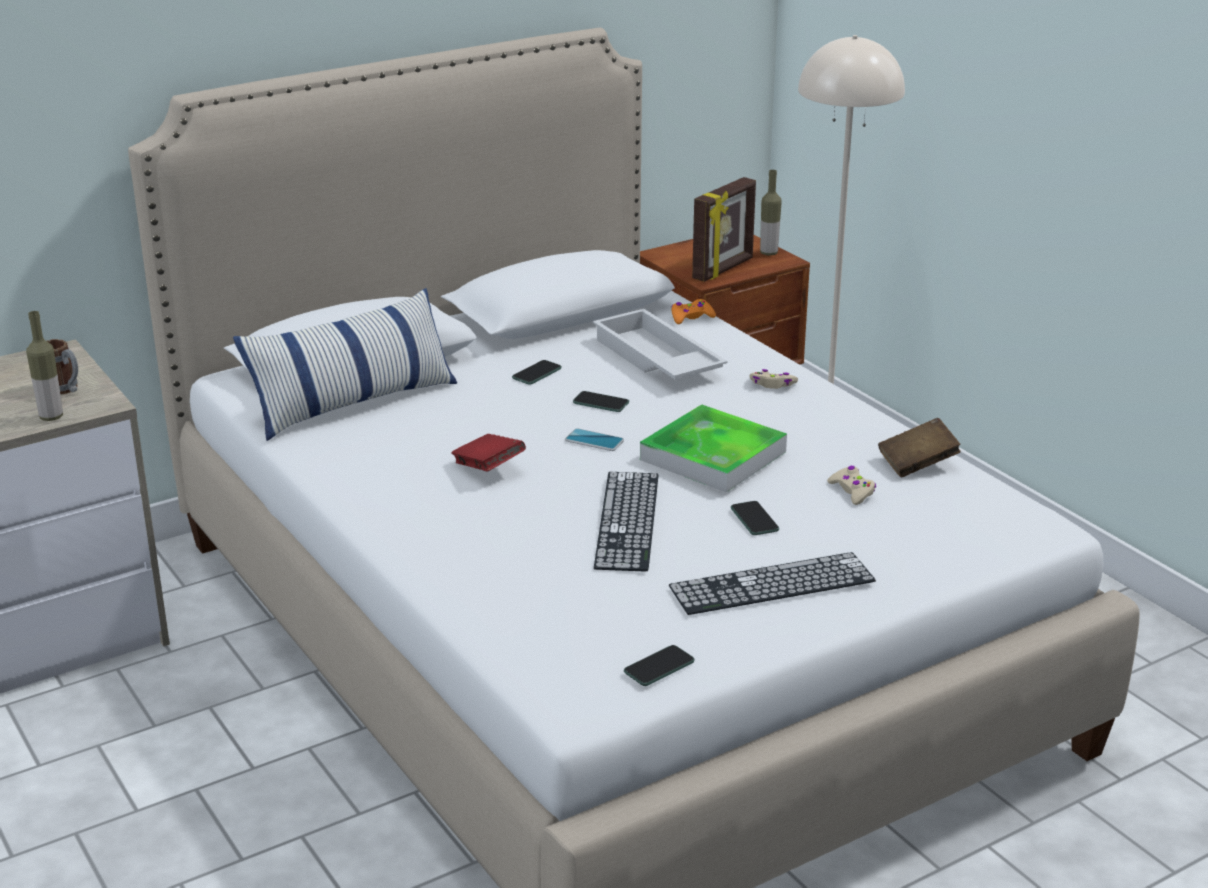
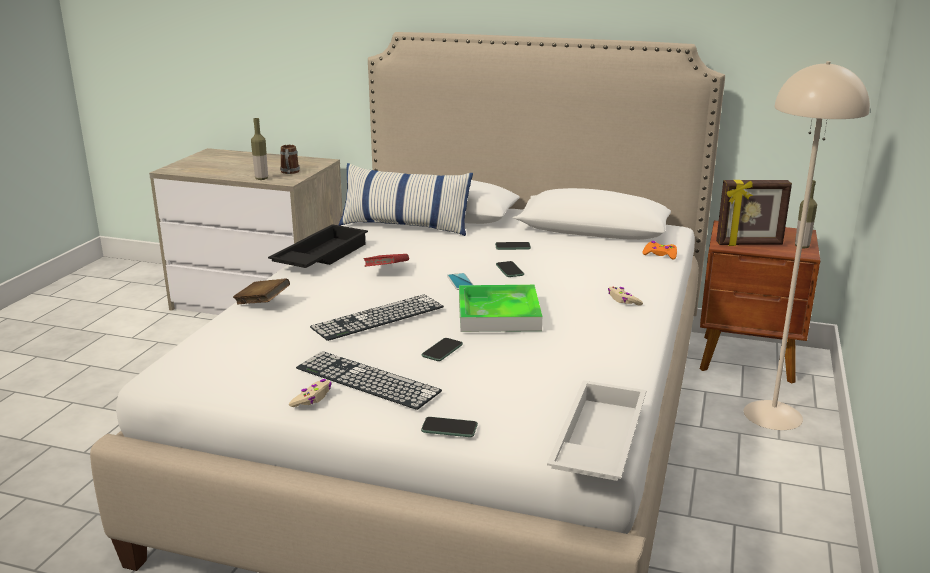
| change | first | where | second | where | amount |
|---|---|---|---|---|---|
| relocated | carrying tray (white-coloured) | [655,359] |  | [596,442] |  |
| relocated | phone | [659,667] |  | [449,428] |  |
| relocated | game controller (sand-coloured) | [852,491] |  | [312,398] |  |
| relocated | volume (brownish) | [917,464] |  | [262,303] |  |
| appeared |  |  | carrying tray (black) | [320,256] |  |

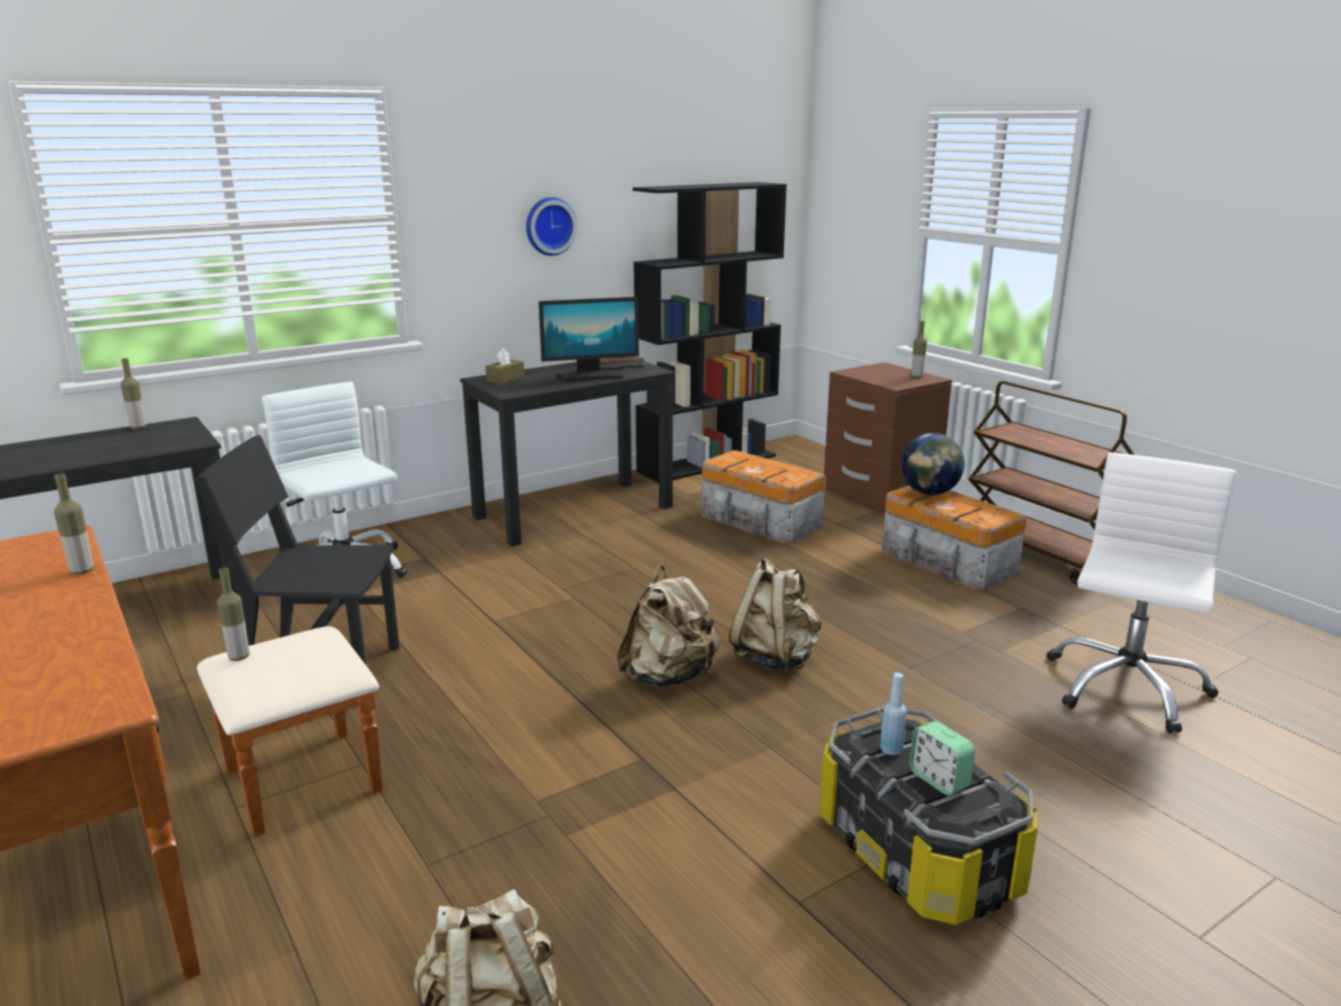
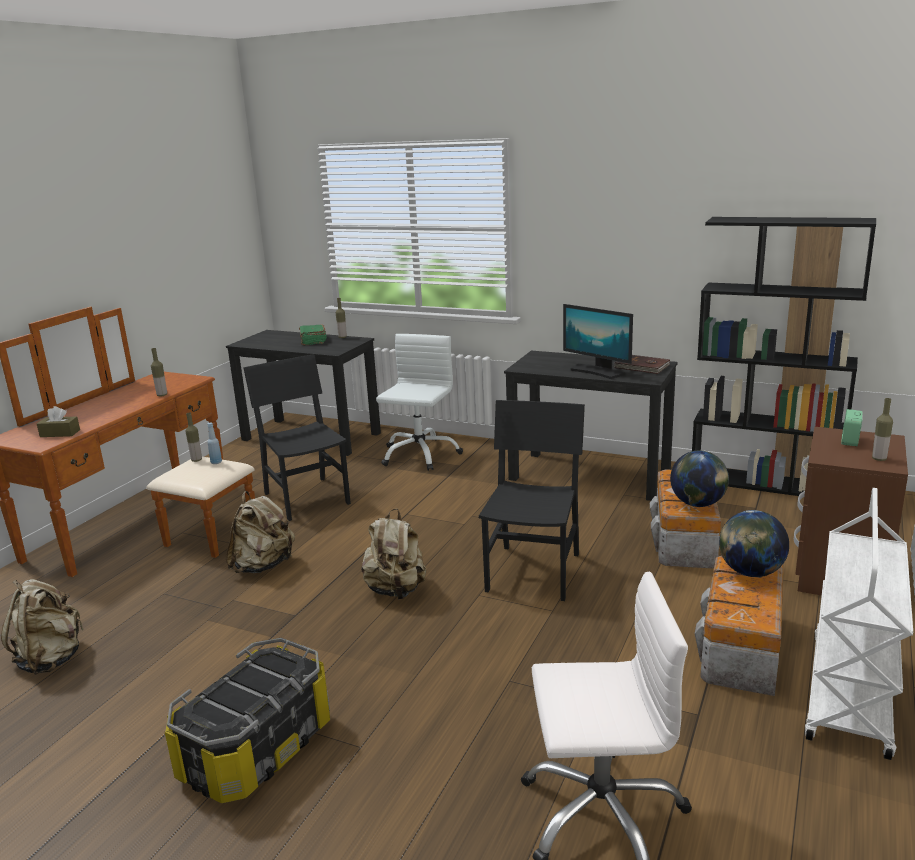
| change | first | where | second | where | amount |
|---|---|---|---|---|---|
| relocated | tissue box (brownish) | [505,379] |  | [60,433] |  |
| missing | wall clock | [549,226] |  |  |  |
| relocated | knapsack (sand-coloured) | [775,658] |  | [263,566] |  |
| relocated | beverage bottle (bluish) | [891,750] |  | [216,462] |  |
| relocated | table clock | [939,780] |  | [850,441] |  |
| colour | trolley (brownish) | [1036,553] | trolley (white-coloured) | [850,696] |  |
| appeared |  |  | volume (green) | [313,341] |  |
| appeared |  |  | plain chair (black) | [533,572] |  |
| appeared |  |  | world globe | [697,504] |  |

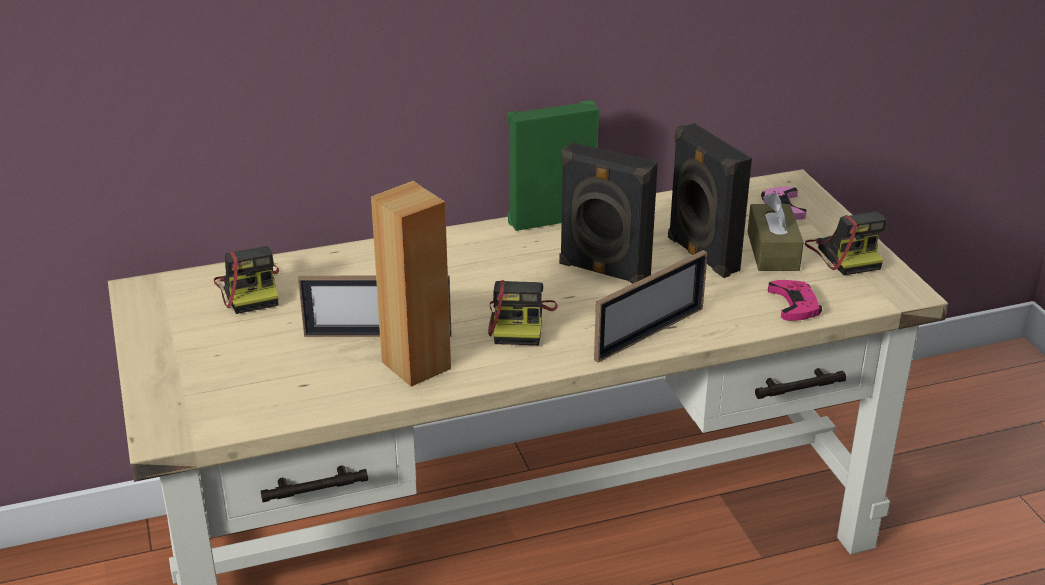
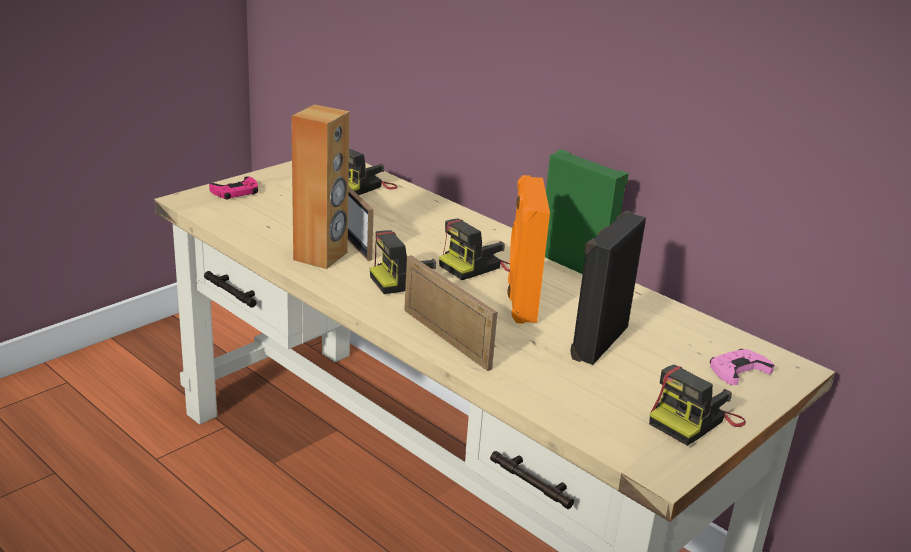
| change | first | where | second | where | amount |
|---|---|---|---|---|---|
| colour | speaker (black) | [603,271] | speaker (orange-coloured) | [520,301] |  |
| spun | photo frame | [649,333] |  | [446,338] | 150 degrees counterclockwise |
| missing | tissue box (brownish) | [772,251] |  |  |  |
| relocated | game controller (pink-coloured) | [794,305] |  | [235,192] |  |
| appeared |  |  | photo camera | [477,266] |  |

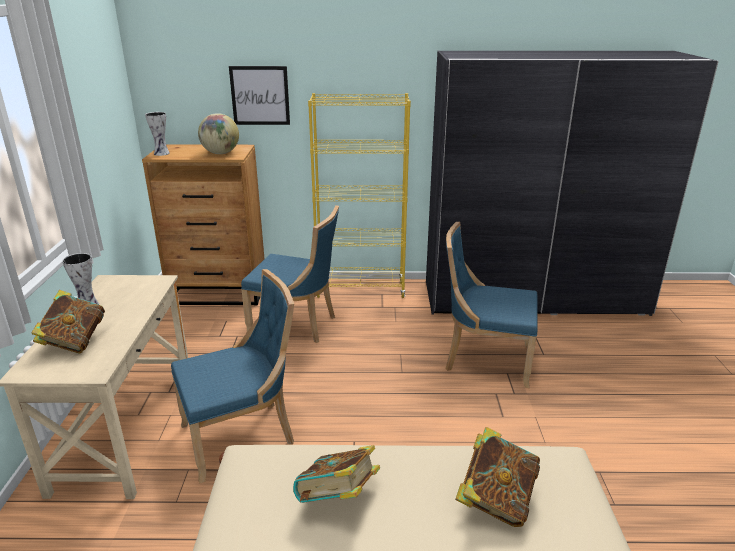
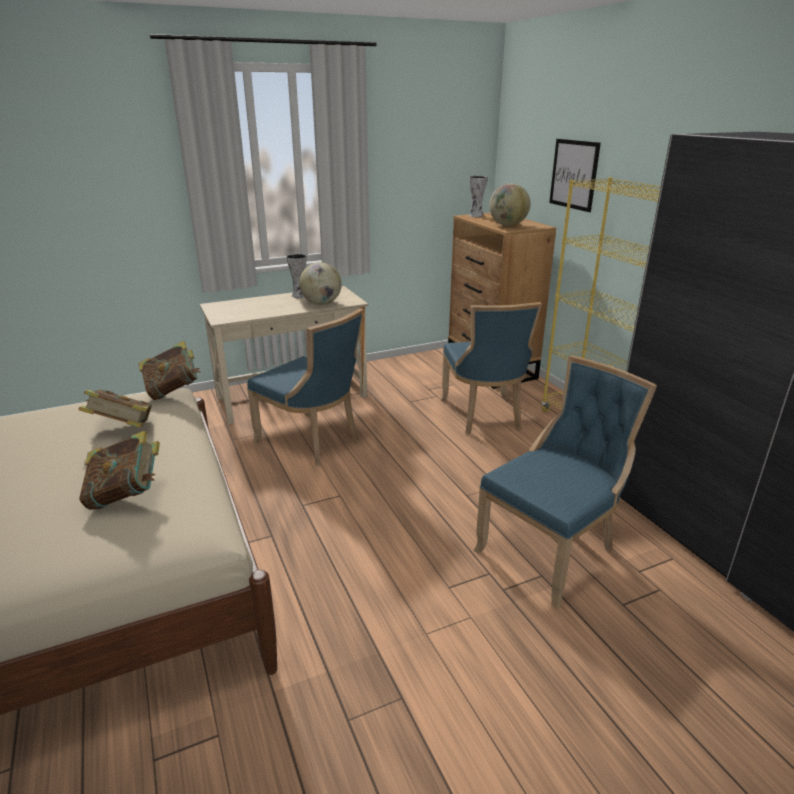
| change | first | where | second | where | amount |
|---|---|---|---|---|---|
| relocated | volume | [75,342] |  | [173,391] |  |
| spun | plain chair (bluish) | [484,359] |  | [551,550] | 60 degrees clockwise |
| appeared |  |  | world globe | [321,303] |  |

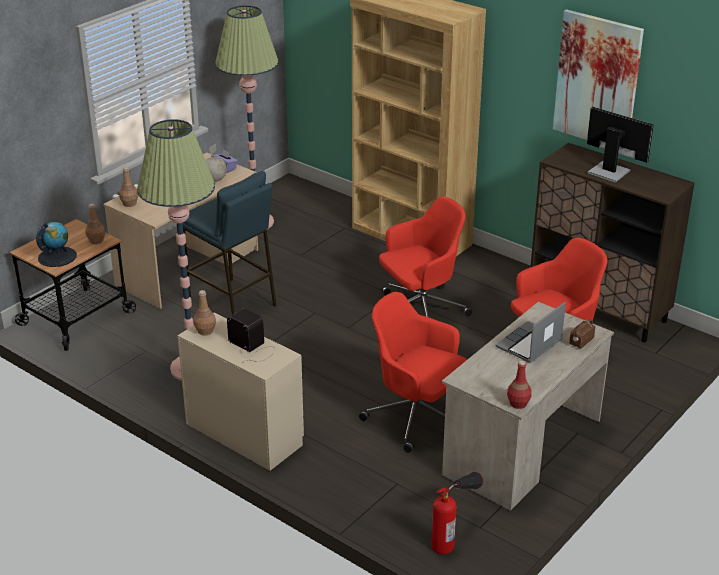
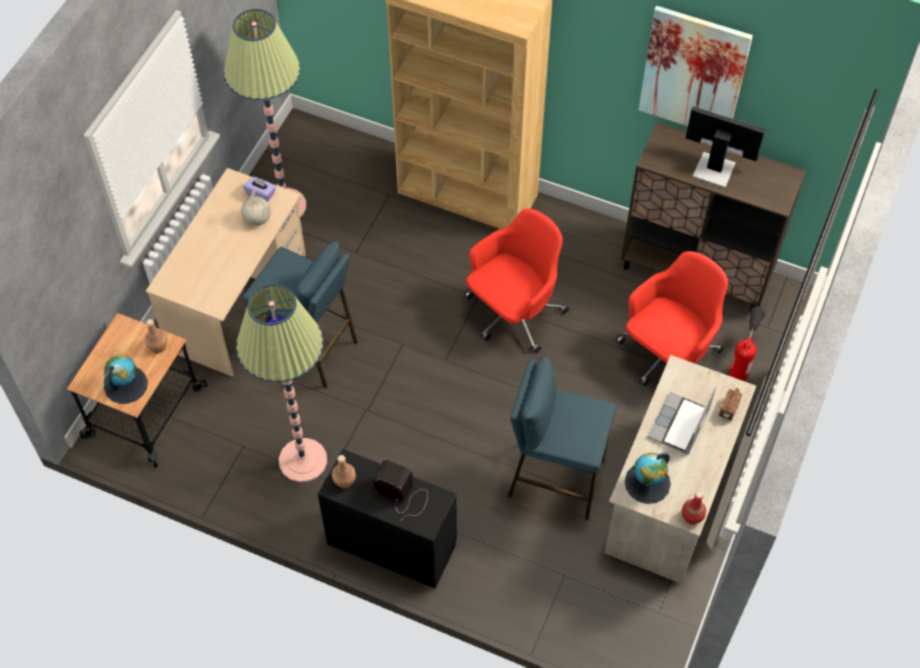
| change | first | where | second | where | amount |
|---|---|---|---|---|---|
| missing | beverage bottle (brownish) | [130,203] |  |  |  |
| colour | dresser (sand-coloured) | [244,433] | dresser (black) | [391,542] |  |
| exchanged | desk chair (red) | [415,417] | stool seat (bluish) | [555,478] |  |
| relocated | fire-fighting cylinder | [454,534] |  | [742,359] |  |
| appeared |  |  | world globe | [647,483] |  |

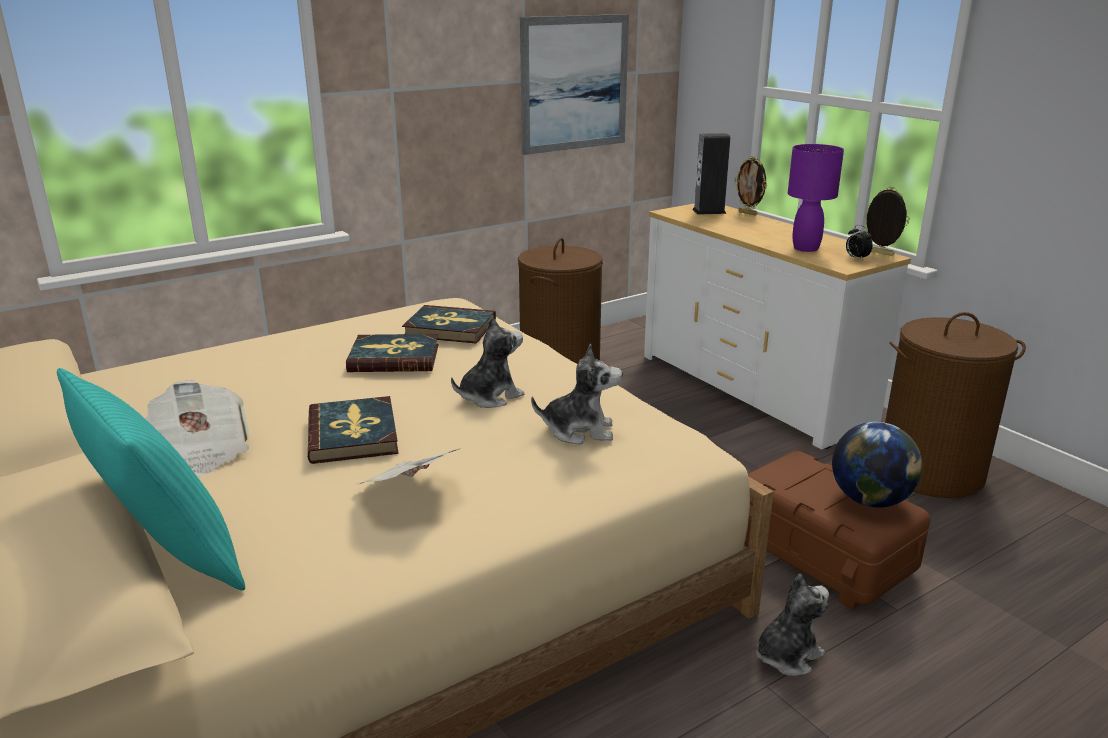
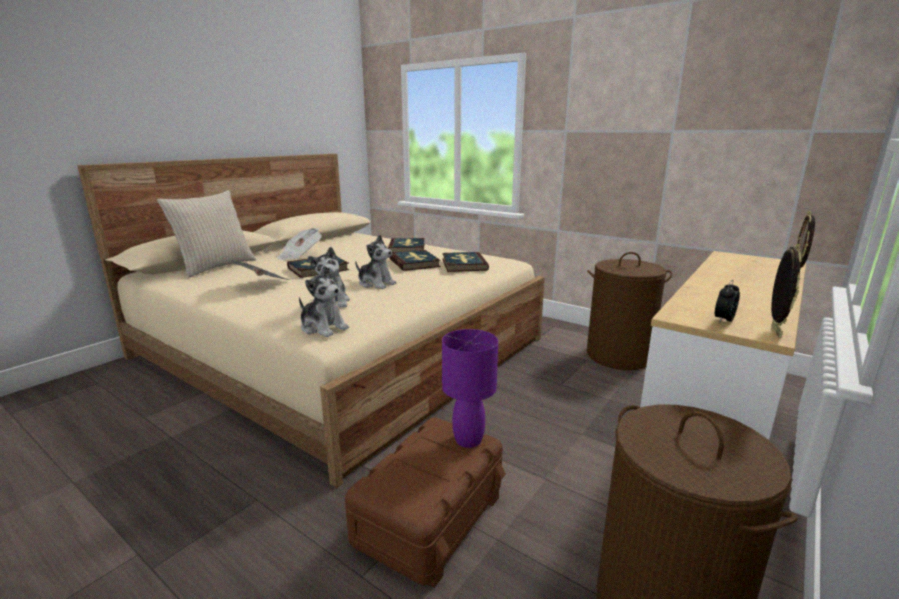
| change | first | where | second | where | amount |
|---|---|---|---|---|---|
| colour | cushion (turquoise-coloured) | [168,558] | cushion (sand-coloured) | [215,267] |  |
| missing | wall art | [574,83] |  |  |  |
| missing | speaker | [709,211] |  |  |  |
| relocated | cuddly toy | [787,655] |  | [323,328] |  |
| relocated | lamp for a table (purplish) | [805,248] |  | [467,440] |  |
| missing | world globe | [870,500] |  |  |  |
| appeared |  |  | volume | [407,248] |  |

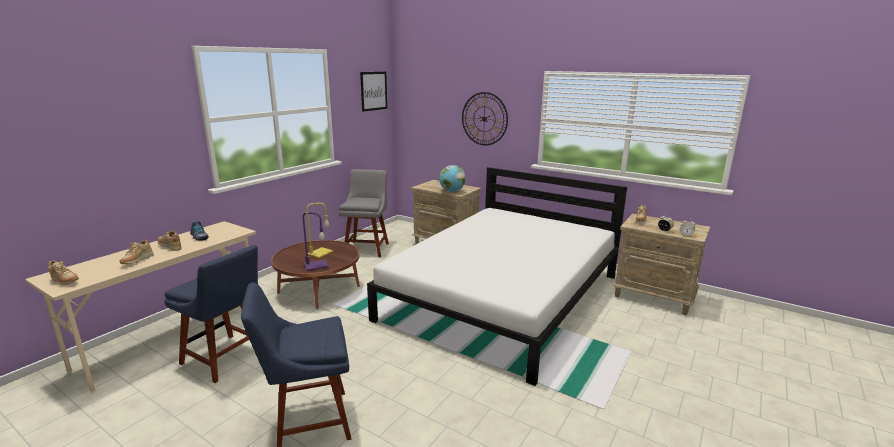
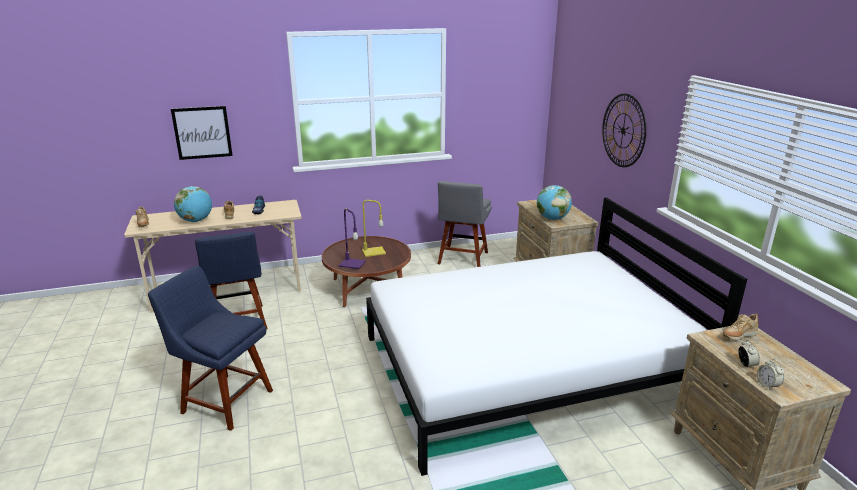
| change | first | where | second | where | amount |
|---|---|---|---|---|---|
| exchanged | item of footwear (sand-coloured) | [137,261] | world globe | [196,221] |  |
| spun | plain chair (grey) | [367,248] |  | [462,259] | 150 degrees clockwise |
| relocated | wall art | [373,91] |  | [202,132] |  |

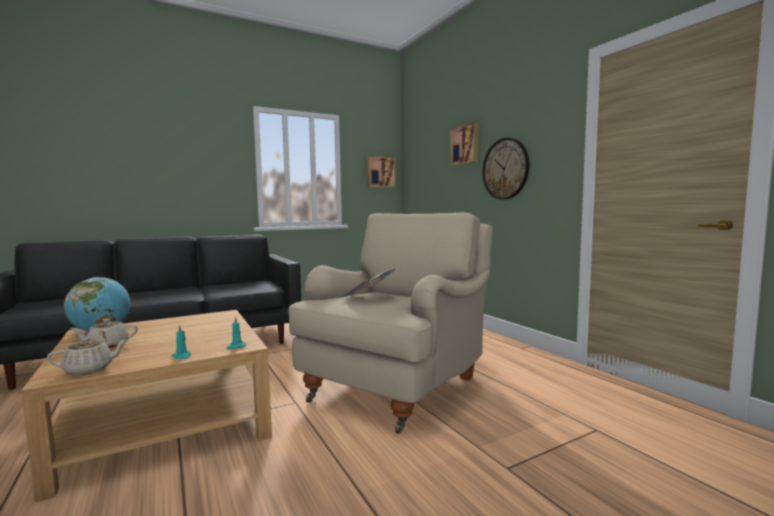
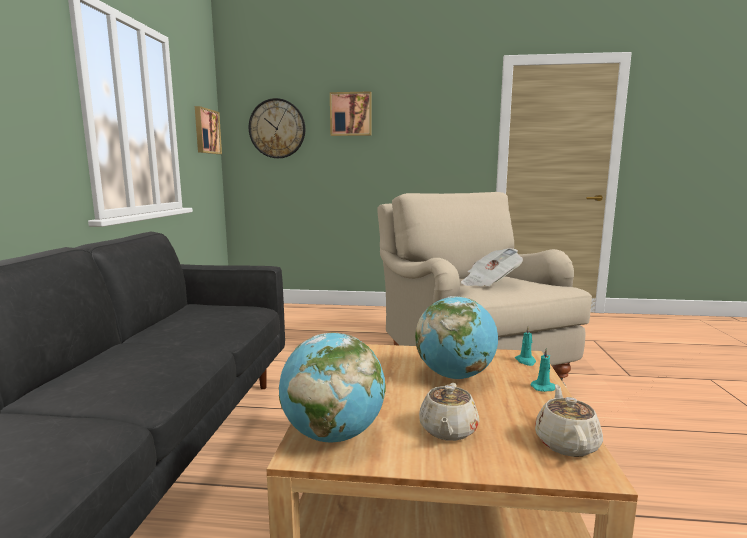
| change | first | where | second | where | amount |
|---|---|---|---|---|---|
| relocated | wall clock | [505,169] |  | [277,128] |  |
| appeared |  |  | world globe | [455,375] |  |

